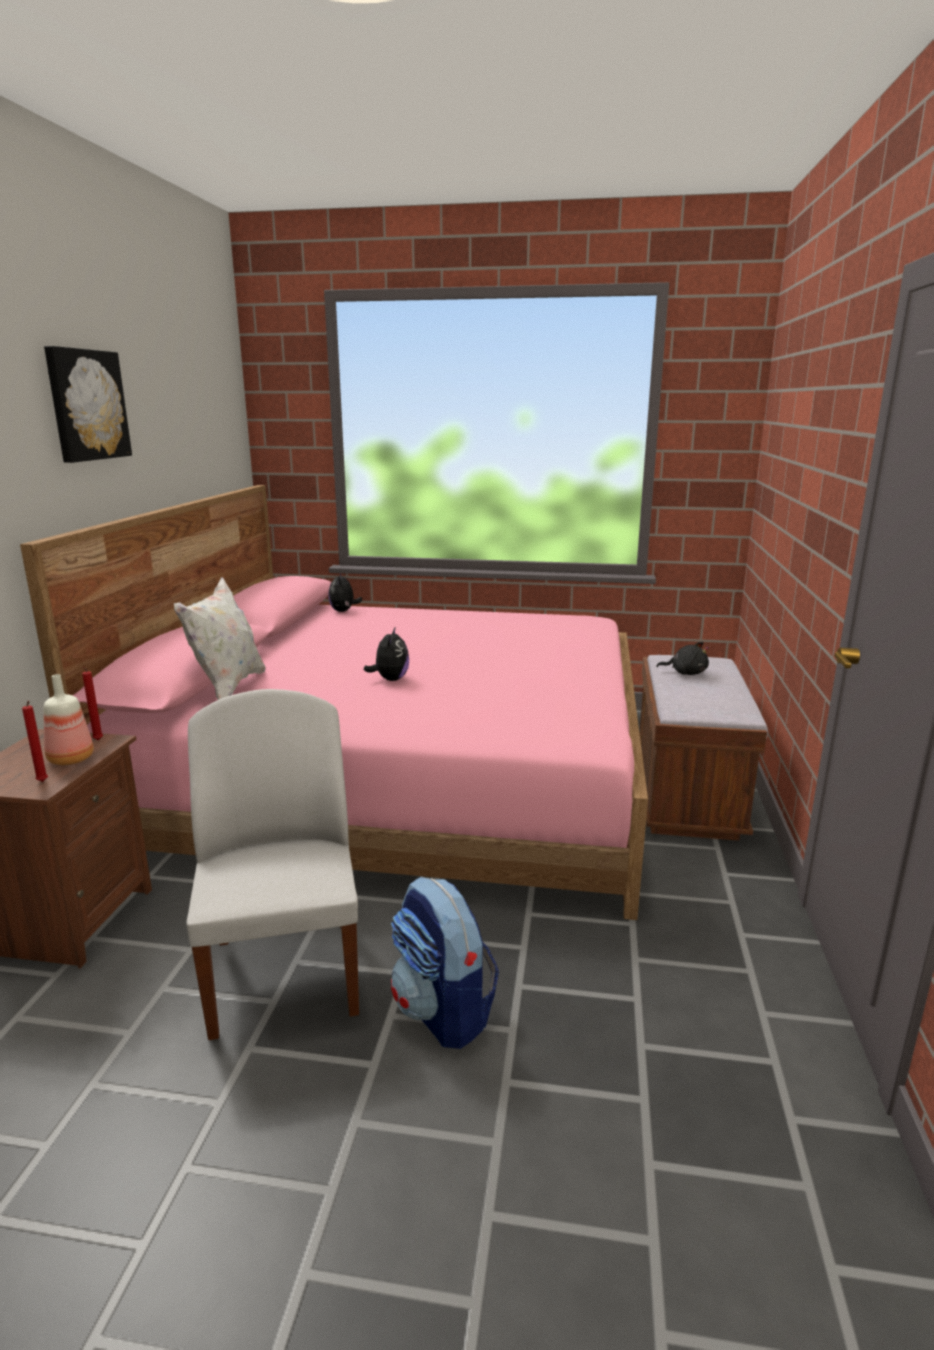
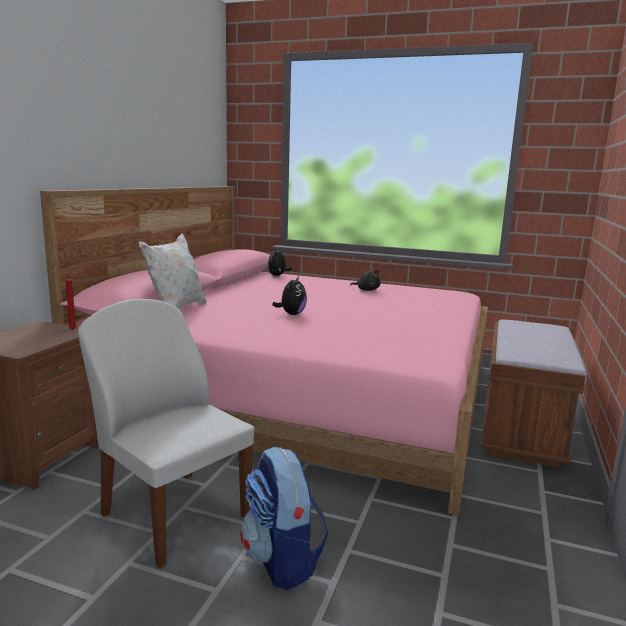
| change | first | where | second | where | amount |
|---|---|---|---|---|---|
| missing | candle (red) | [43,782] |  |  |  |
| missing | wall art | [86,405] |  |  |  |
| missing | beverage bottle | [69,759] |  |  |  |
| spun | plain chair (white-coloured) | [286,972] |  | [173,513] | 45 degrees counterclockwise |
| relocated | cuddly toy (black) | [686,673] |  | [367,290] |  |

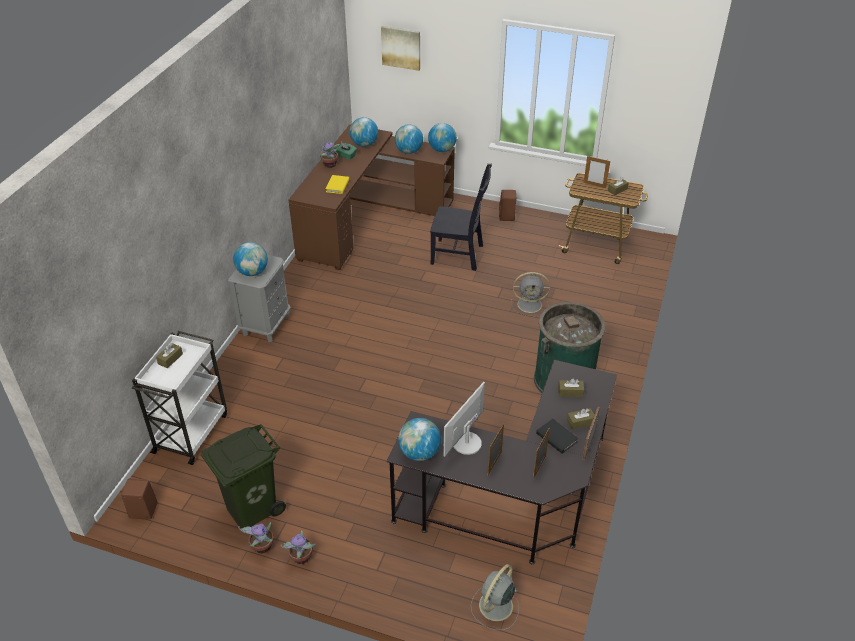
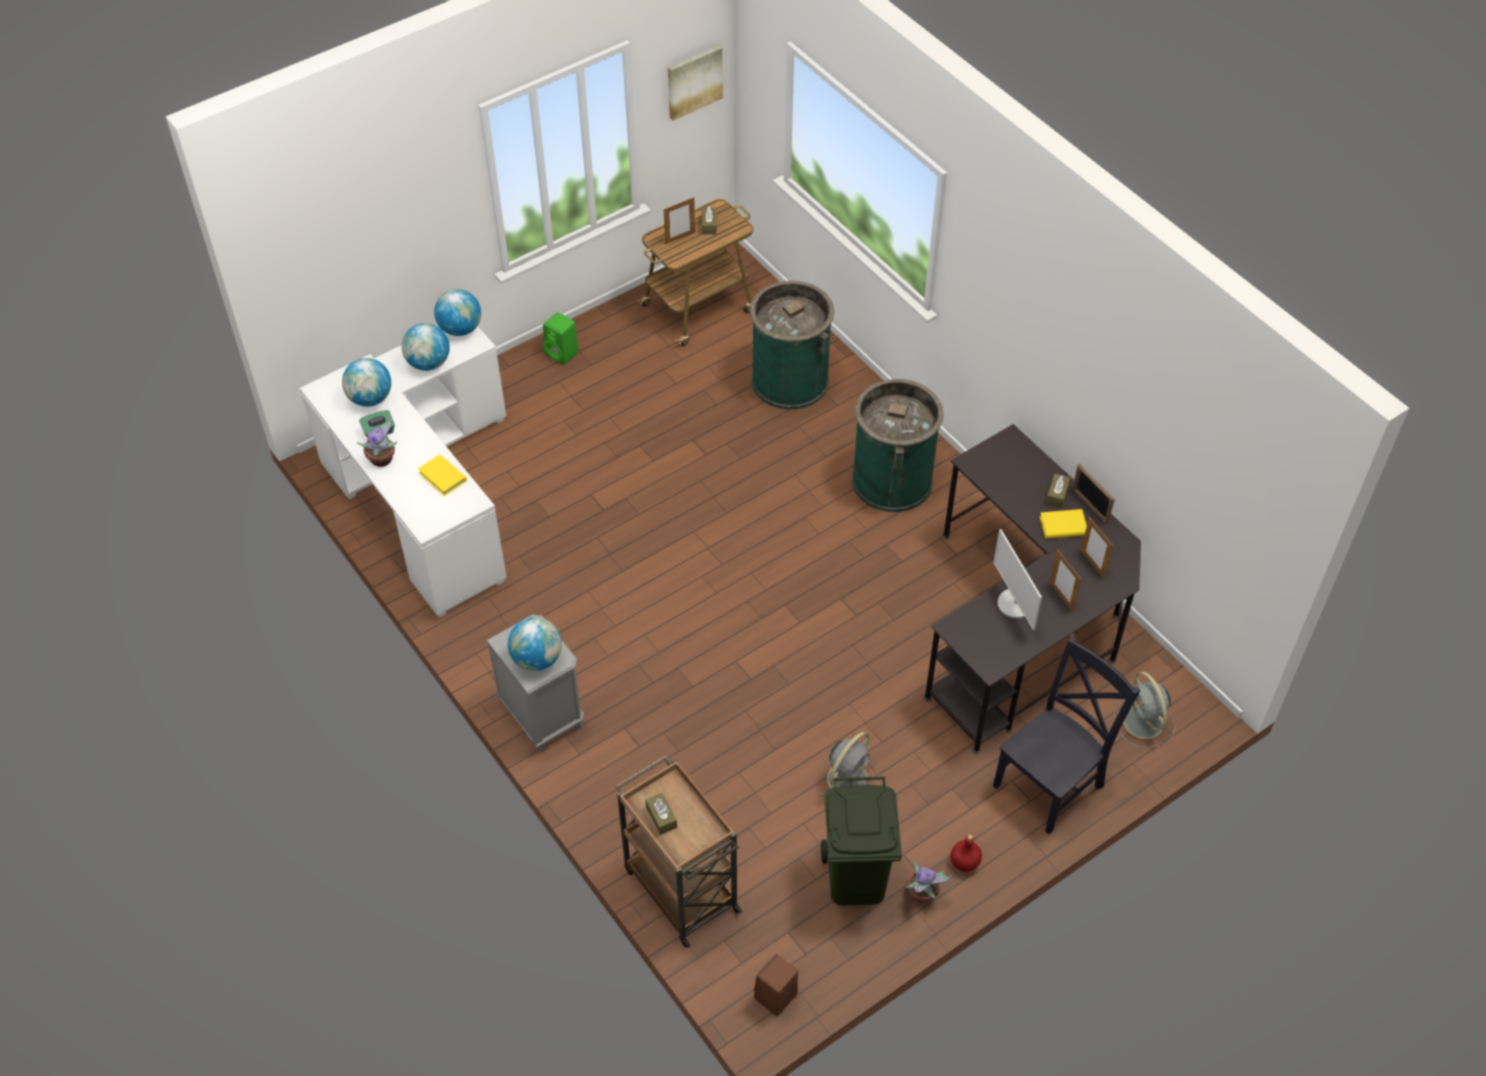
| change | first | where | second | where | amount |
|---|---|---|---|---|---|
| colour | trolley (white-coloured) | [191,432] | trolley (brownish) | [680,888] |  |
| exchanged | plant in a pot | [301,558] | beverage bottle (red) | [965,863] |  |
| colour | desk (brownish) | [366,219] | desk (white-coloured) | [421,496] |  |
| relocated | wall art | [401,47] |  | [694,81] |  |
| missing | world globe | [419,453] |  |  |  |
| relocated | plain chair (black) | [459,255] |  | [1051,783] |  |
| colour | speaker (brownish) | [507,217] | speaker (green) | [563,353] |  |
| relocated | cooling fan (grey) | [530,305] |  | [848,778] |  |
| colour | volume (black) | [556,438] | volume (yellowish) | [1063,526] |  |
| missing | tissue box (brownish) | [570,392] |  |  |  |
| appeared |  |  | trash can (green) | [790,380] |  |

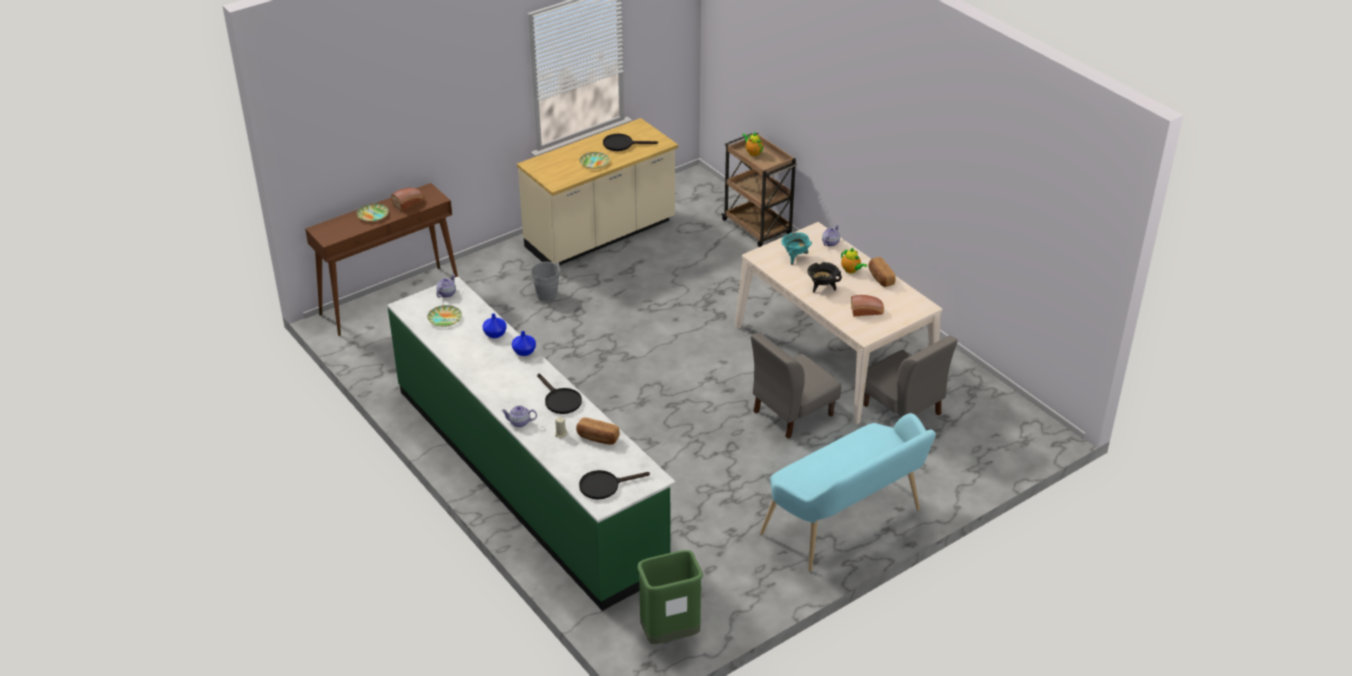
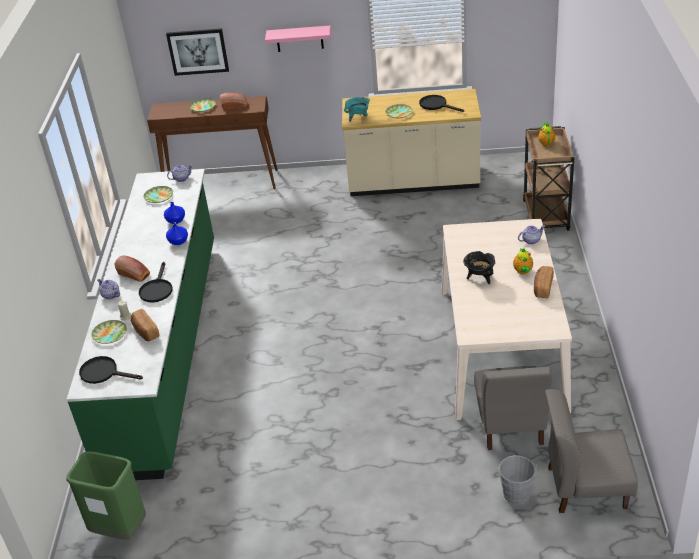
| change | first | where | second | where | amount |
|---|---|---|---|---|---|
| relocated | bucket (grey) | [548,296] |  | [516,496] |  |
| relocated | plain chair (grey) | [792,413] |  | [585,487] |  |
| missing | indoor bench (turquoise-coloured) | [847,525] |  |  |  |
| relocated | saucepot (turquoise-coloured) | [795,257] |  | [358,118] |  |
| relocated | baked bread | [867,311] |  | [135,275] |  |
| appeared |  |  | plate | [110,334] |  |
| appeared |  |  | wall art | [198,51] |  |
| appeared |  |  | wall shelf (pink-coloured) | [299,39] |  |

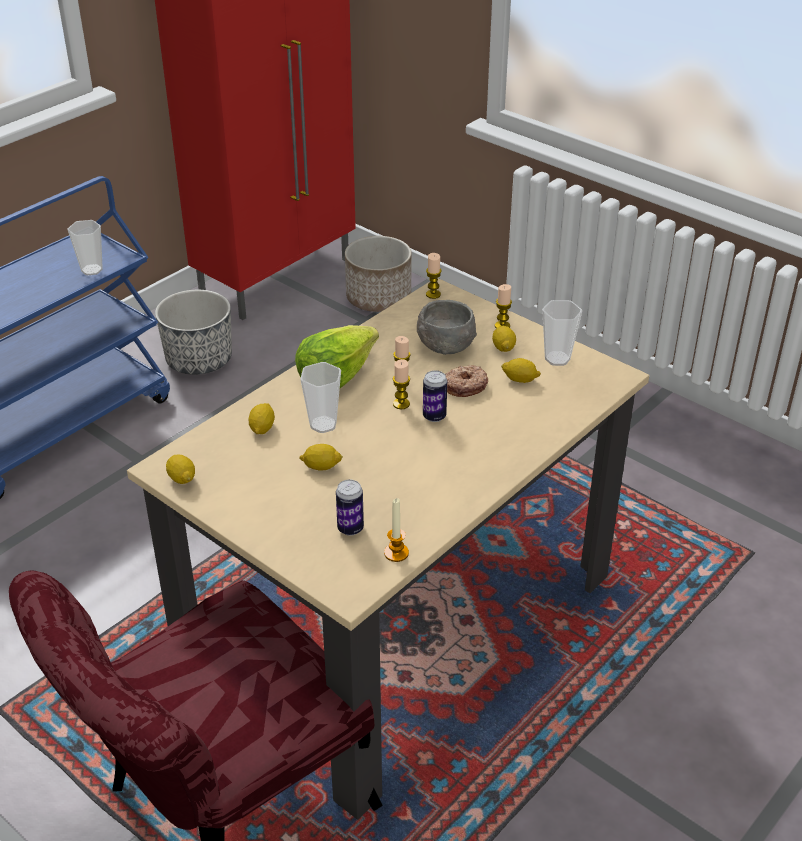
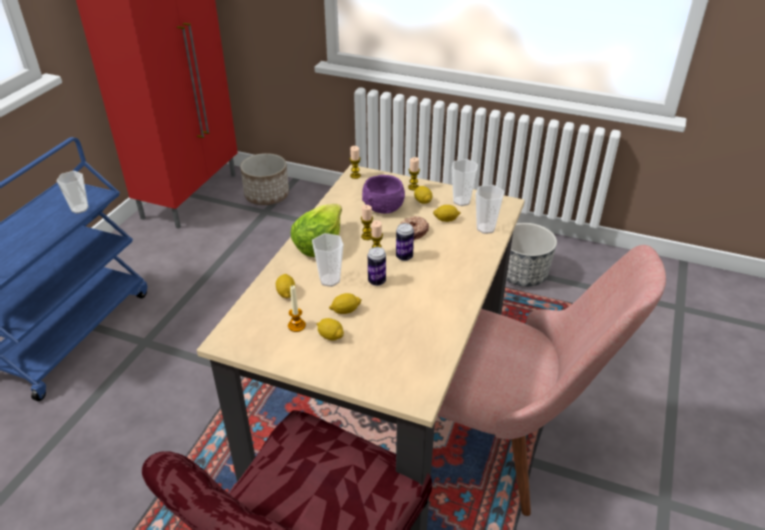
| change | first | where | second | where | amount |
|---|---|---|---|---|---|
| relocated | planter | [199,360] |  | [522,274] |  |
| relocated | lemon | [181,478] |  | [330,336] |  |
| relocated | sealed can | [350,528] |  | [377,281] |  |
| relocated | candle | [396,553] |  | [296,325] |  |
| colour | deep dish (grey) | [445,345] | deep dish (purplish) | [383,207] |  |
| appeared |  |  | plain chair (pink-coloured) | [500,446] |  |
| appeared |  |  | cup | [485,228] |  |

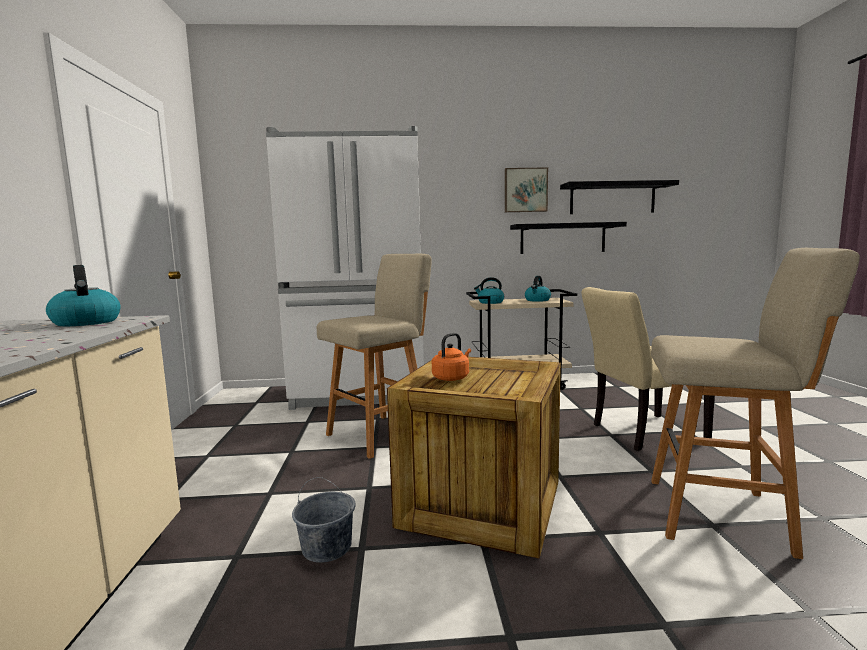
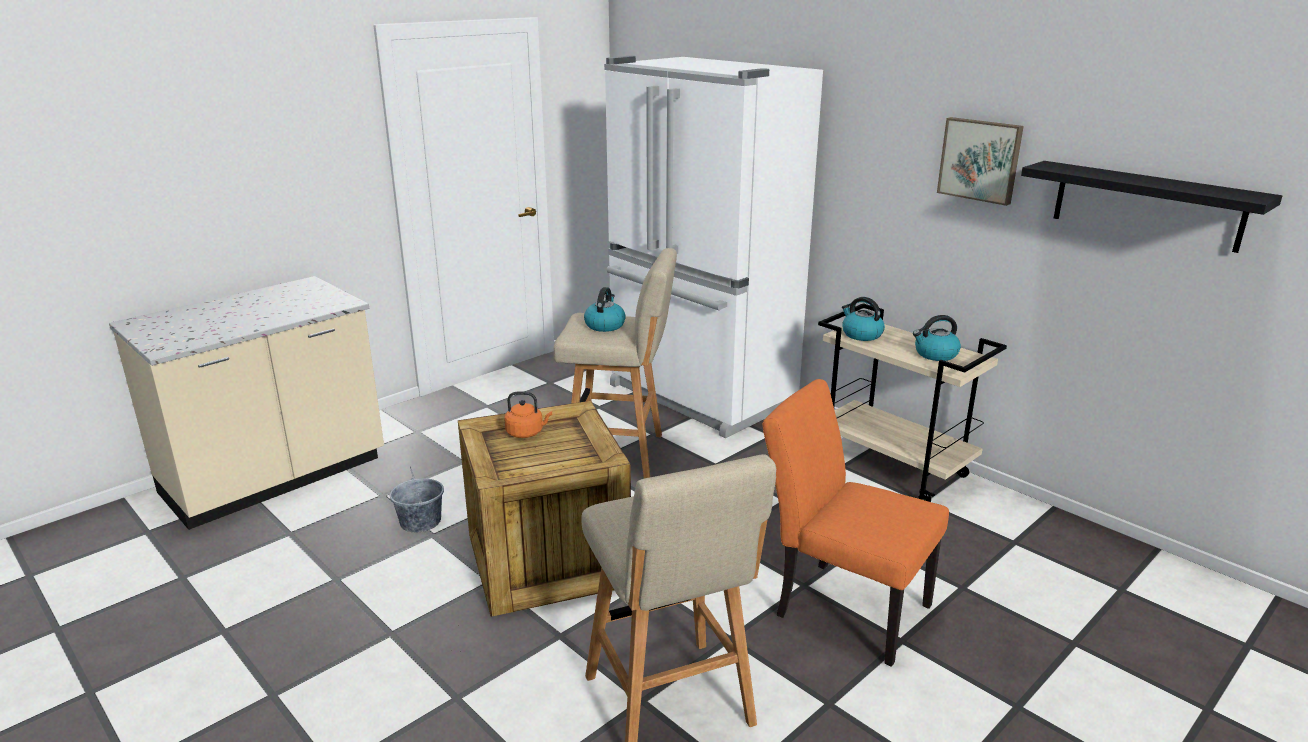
| change | first | where | second | where | amount |
|---|---|---|---|---|---|
| relocated | kettle | [86,322] |  | [605,325] |  |
| missing | wall shelf (black) | [562,238] |  |  |  |
| colour | plain chair (sand-coloured) | [641,433] | plain chair (orange-coloured) | [842,606] |  |

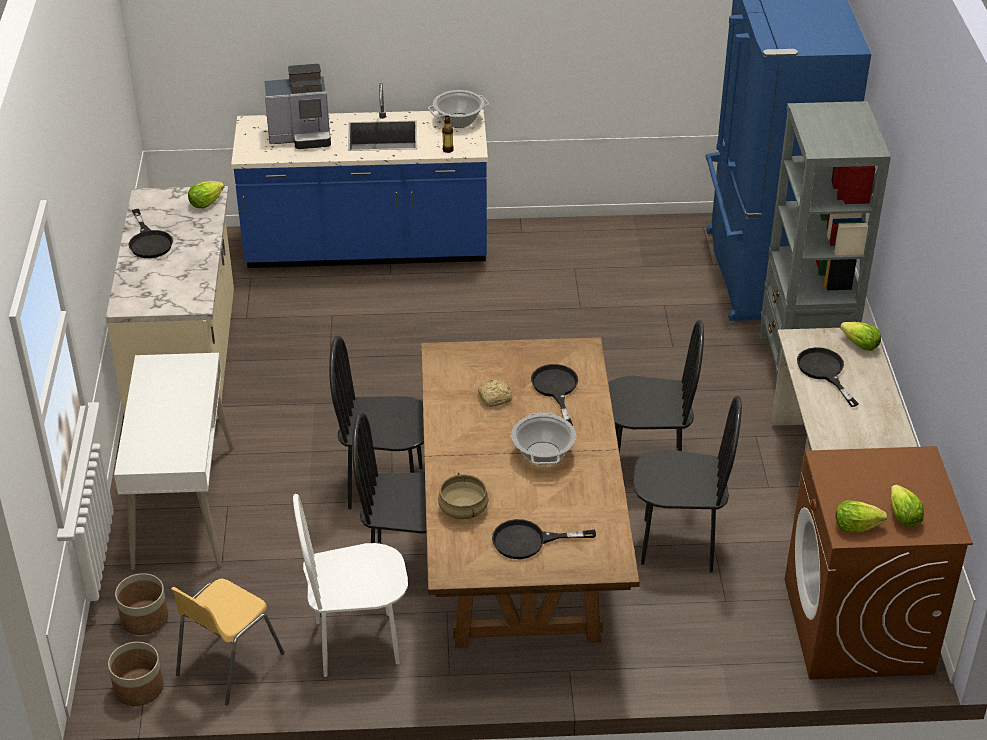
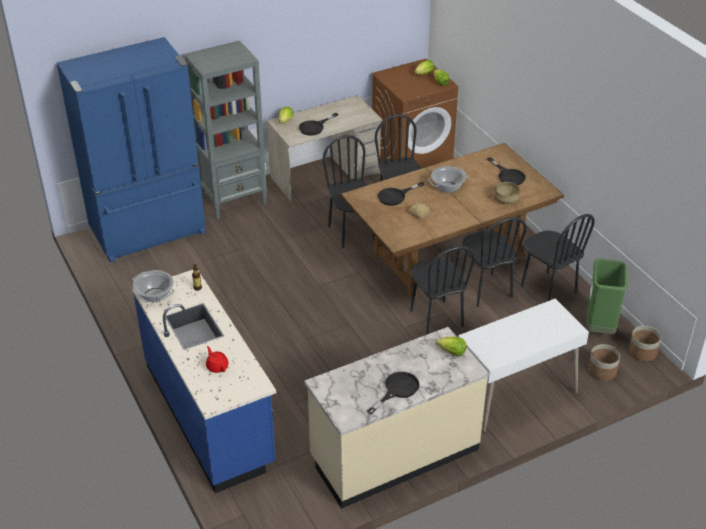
| change | first | where | second | where | amount |
|---|---|---|---|---|---|
| exchanged | plain chair (yellowish) | [228,664] | trash can (green) | [599,327] |  |
| relocated | lettuce head | [205,203] |  | [452,352] |  |
| exchanged | coffee maker | [302,136] | tea pot (red) | [217,366] |  |
| colour | plain chair (white-coloured) | [357,643] | plain chair (black) | [548,289] |  |

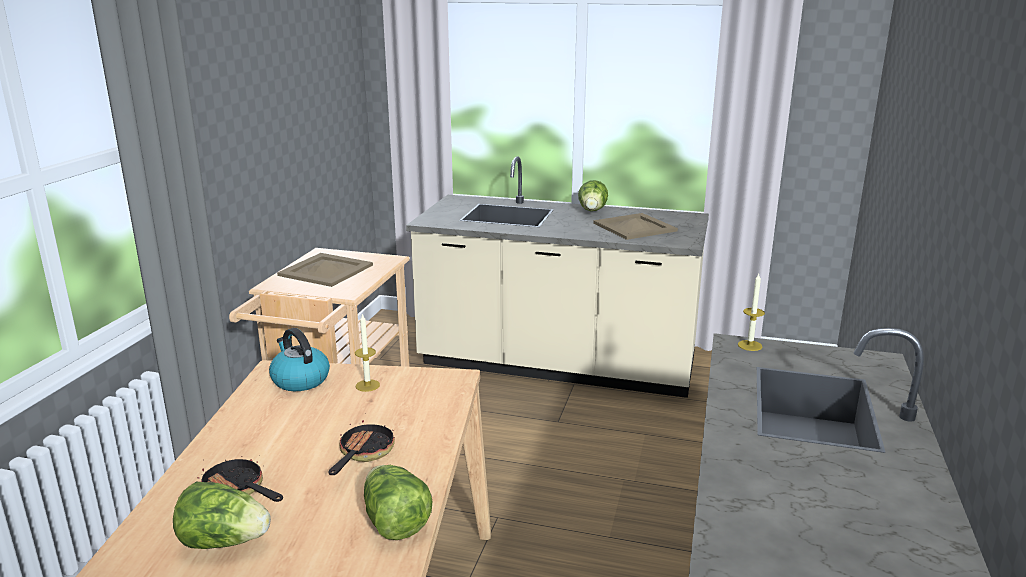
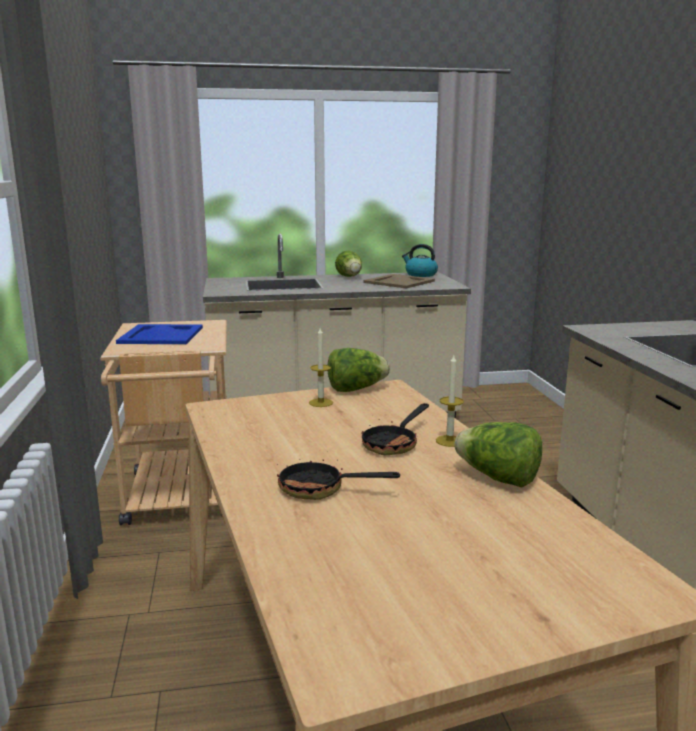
| change | first | where | second | where | amount |
|---|---|---|---|---|---|
| relocated | lettuce head | [224,542] |  | [356,389] |  |
| relocated | kettle | [299,380] |  | [420,275] |  |
| colour | carrying tray (sand-coloured) | [326,270] | carrying tray (bluish) | [161,335] |  |
| spun | skillet | [363,454] |  | [394,444] | 135 degrees counterclockwise |
| relocated | candle | [750,345] |  | [449,441] |  |

